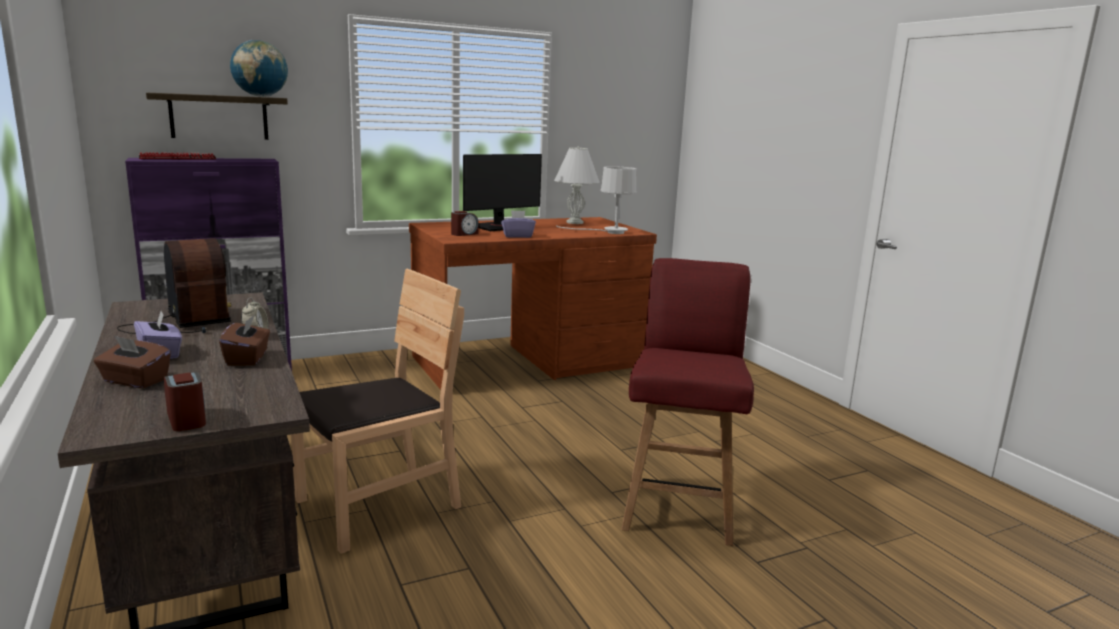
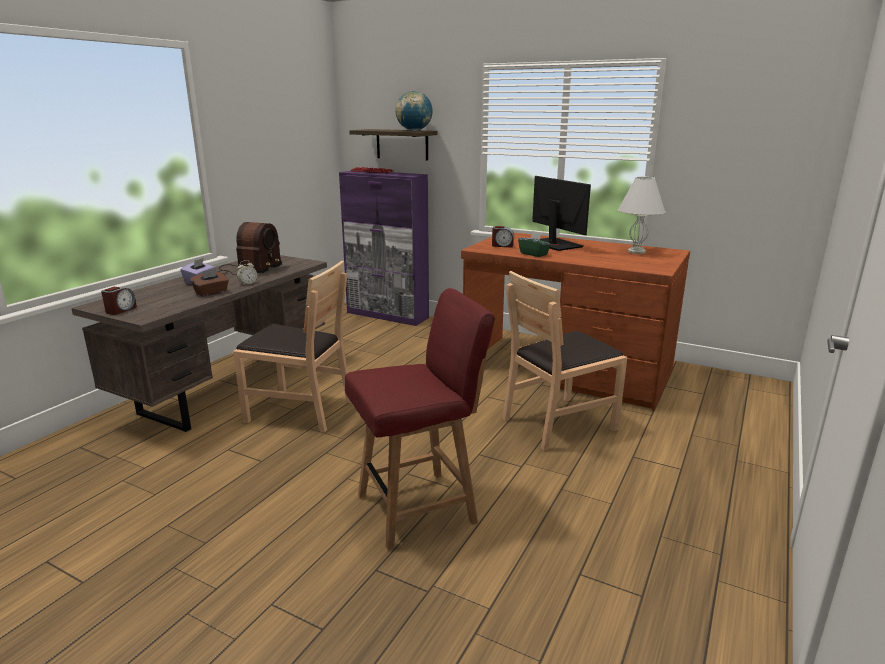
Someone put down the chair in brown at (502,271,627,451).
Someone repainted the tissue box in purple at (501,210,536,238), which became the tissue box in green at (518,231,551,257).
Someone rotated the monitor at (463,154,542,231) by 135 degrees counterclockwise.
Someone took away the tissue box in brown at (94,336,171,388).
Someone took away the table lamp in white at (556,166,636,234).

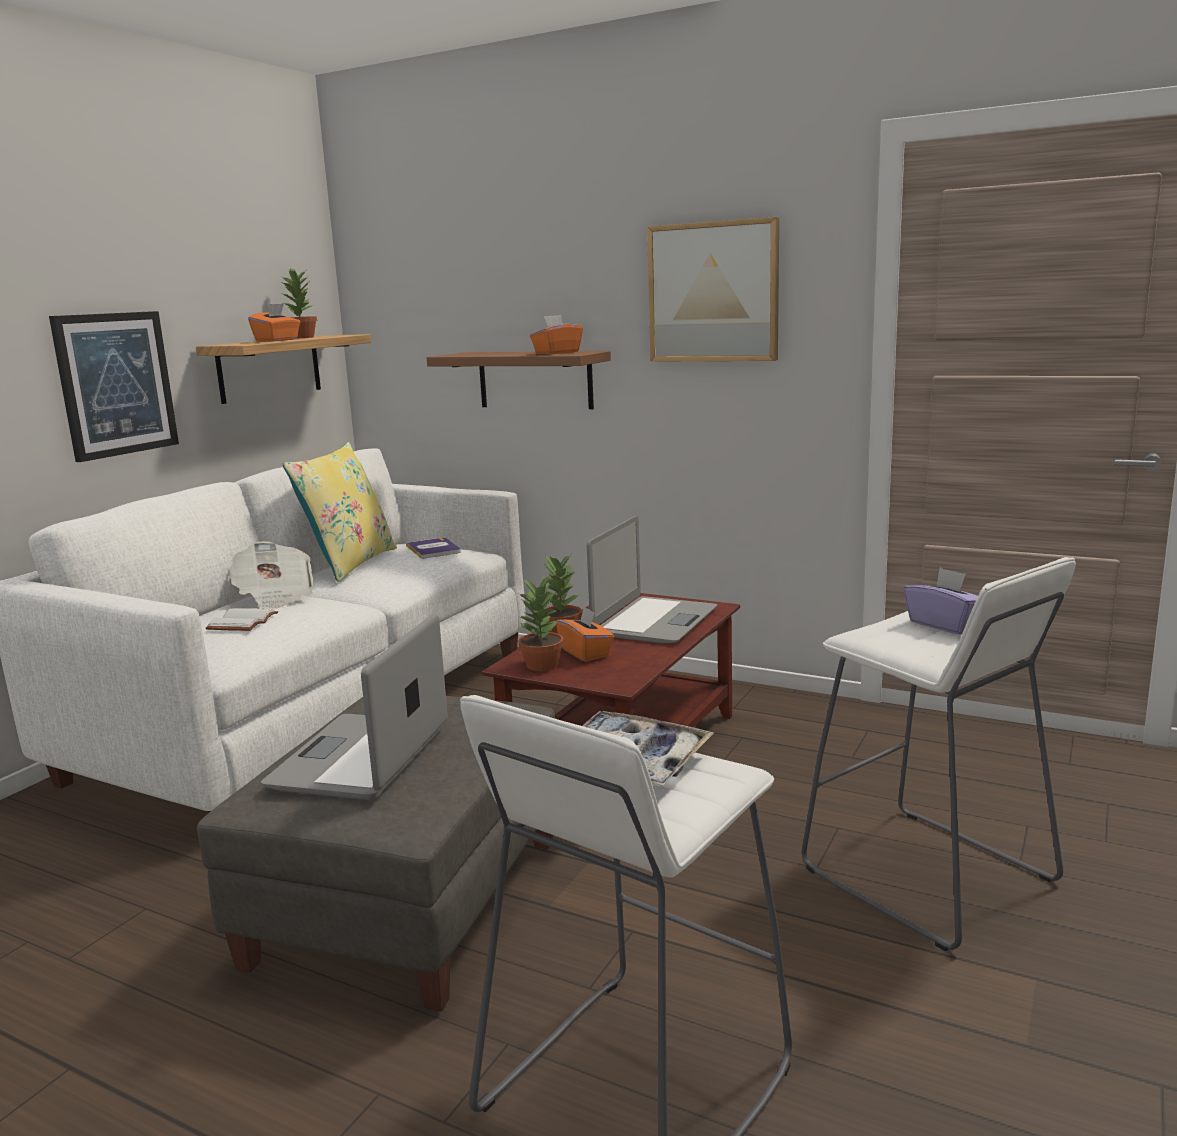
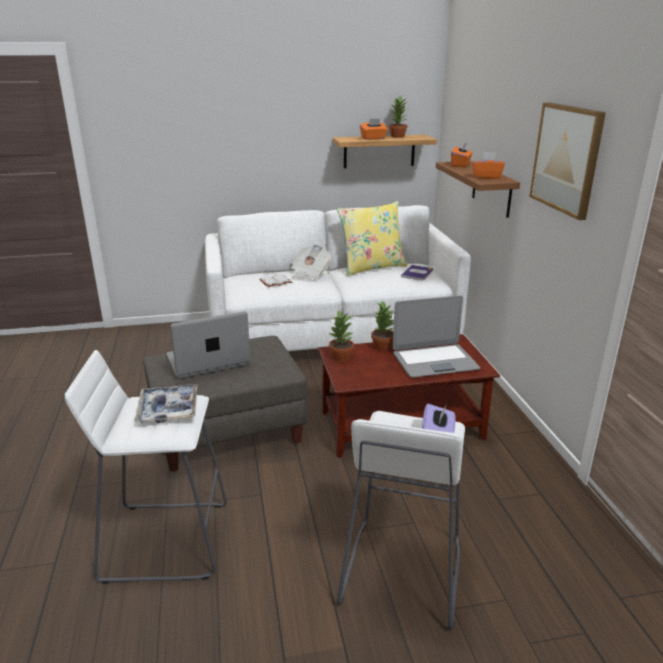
Someone carried the tissue box in orange from (556,606,614,662) to (451,143,473,167).
Someone took away the picture at (49,311,179,462).

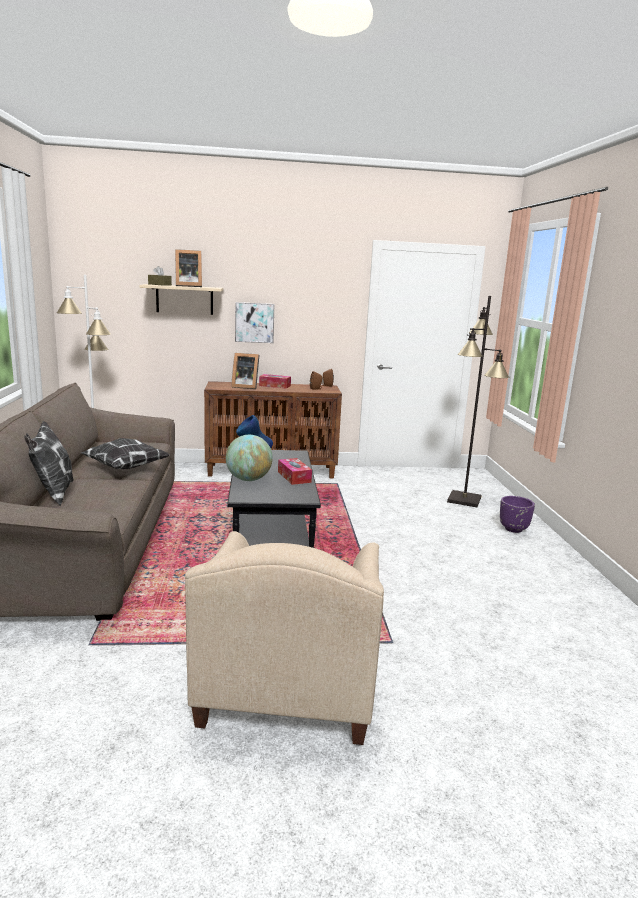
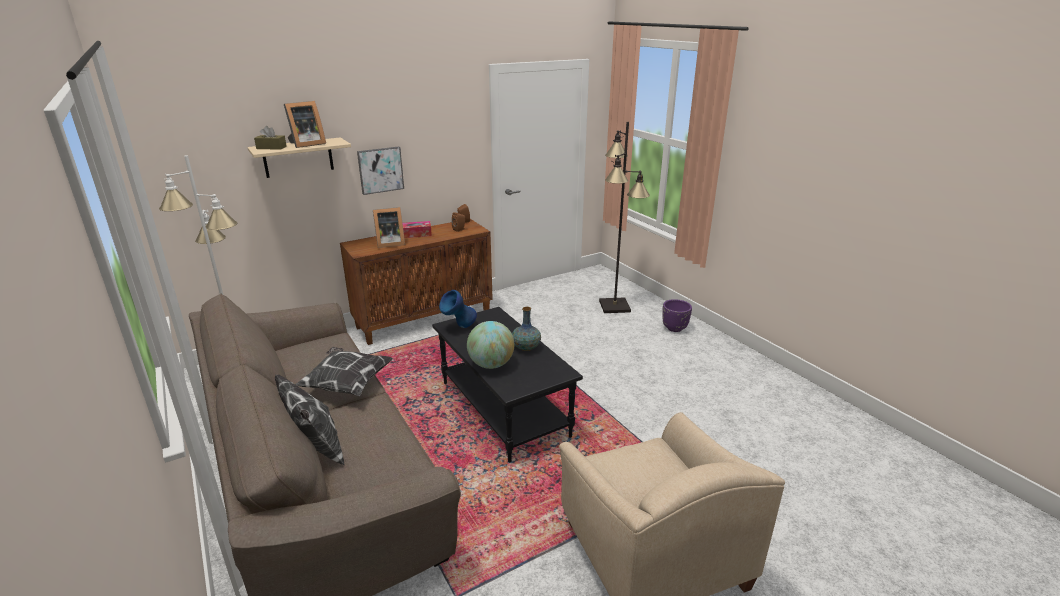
Someone swapped the tissue box at (278,458,312,485) for the vase at (512,307,541,351).

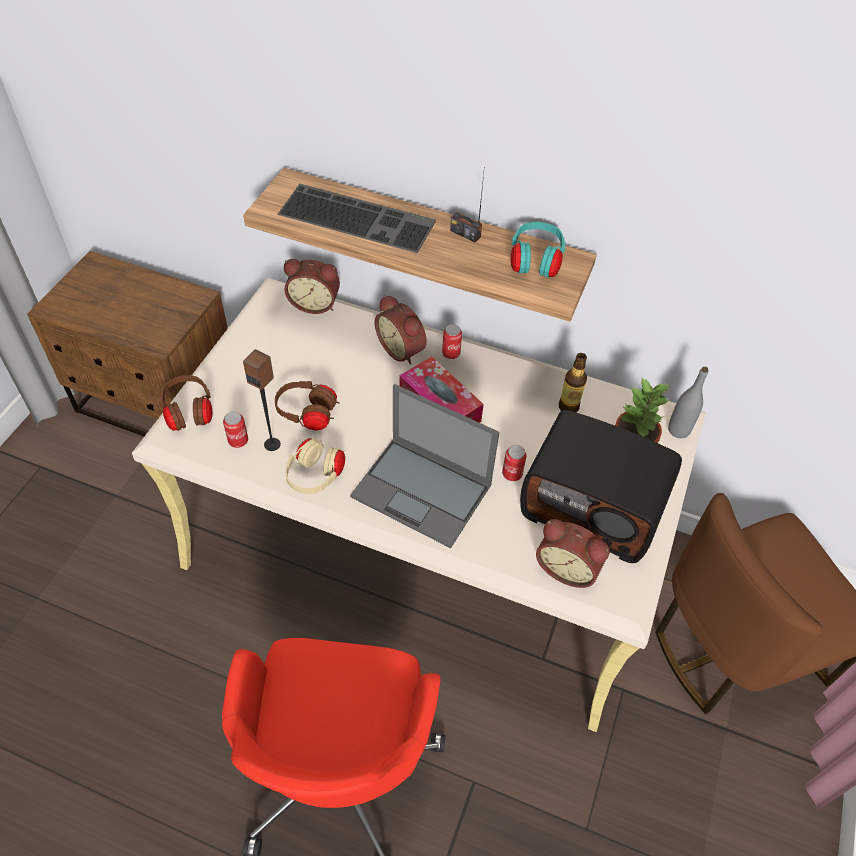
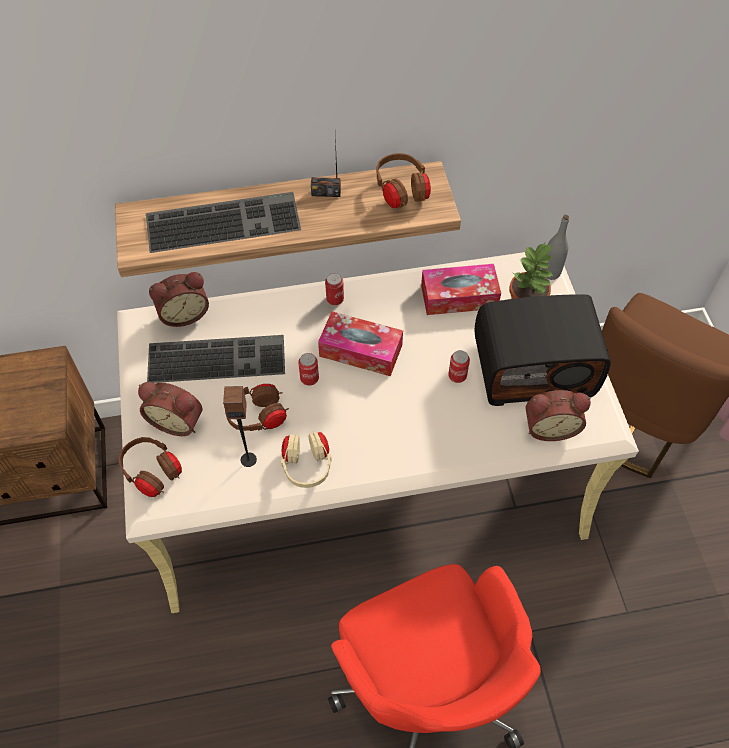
Someone carried the alarm clock from (374,295,427,365) to (138,382,203,436).
Someone put down the keyboard at (147,335,285,383).
Someone carried the can from (223,411,248,448) to (298,353,319,385).
Someone repainted the headphones in turquoise at (511,222,566,278), which became the headphones in brown at (376,153,431,208).
Someone swapped the bottle at (559,353,587,412) for the tissue box at (421,264,501,315).
Someone took away the laptop at (350,384,499,548).

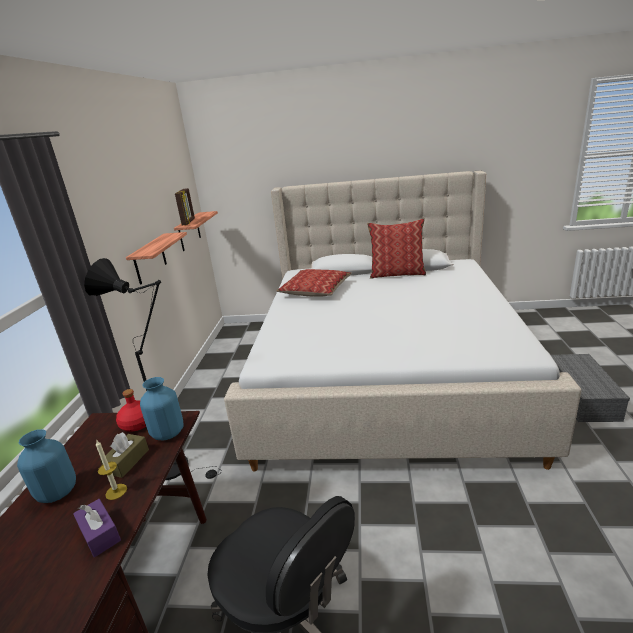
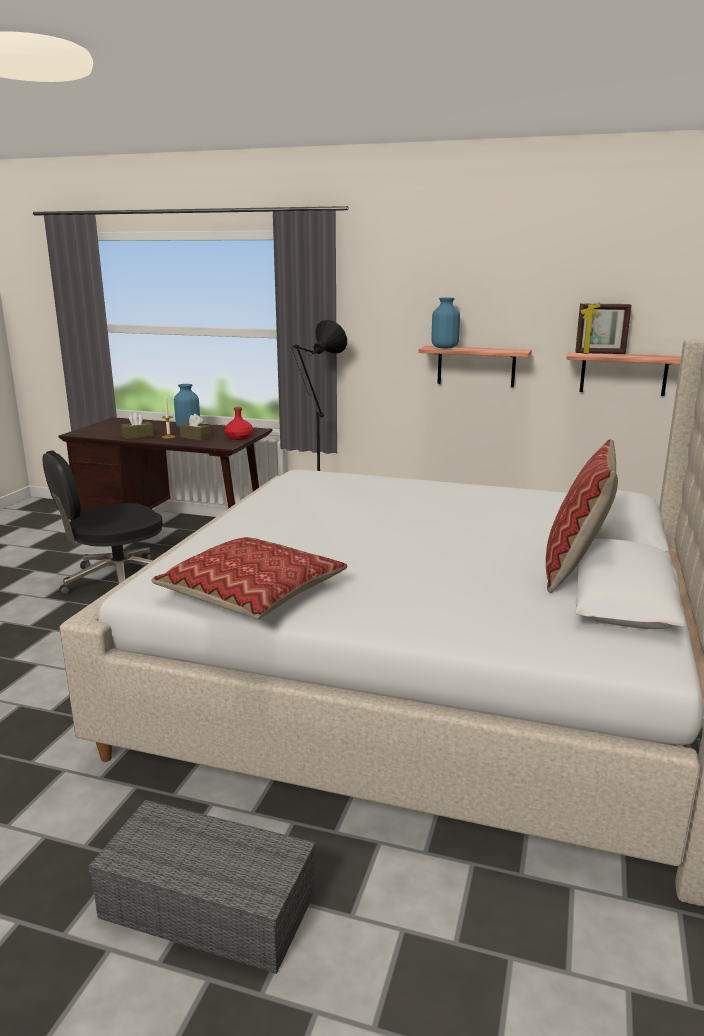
Someone repainted the tissue box in purple at (73,499,121,557), which became the tissue box in brown at (121,412,154,439).
Someone carried the pillow from (276,269,352,297) to (151,537,347,620).
Someone carried the vase in blue from (140,377,184,440) to (431,298,460,348).

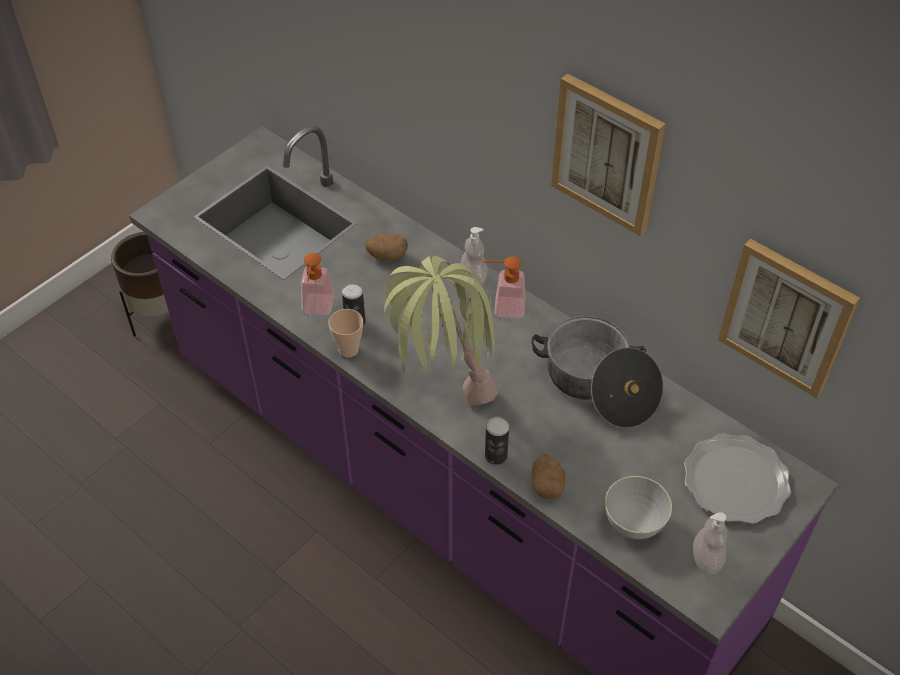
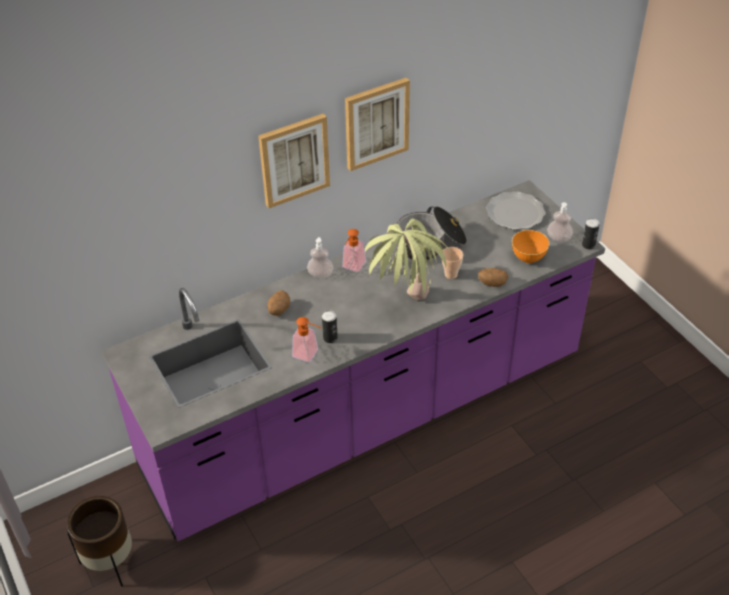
Someone carried the picture from (718,239,860,398) to (258,113,330,208).
Someone carried the cup from (328,309,363,358) to (442,247,464,279).
Someone repainted the bowl in grey at (605,476,672,539), which became the bowl in orange at (512,230,550,263).
Someone carried the can from (485,417,509,465) to (582,218,600,250).

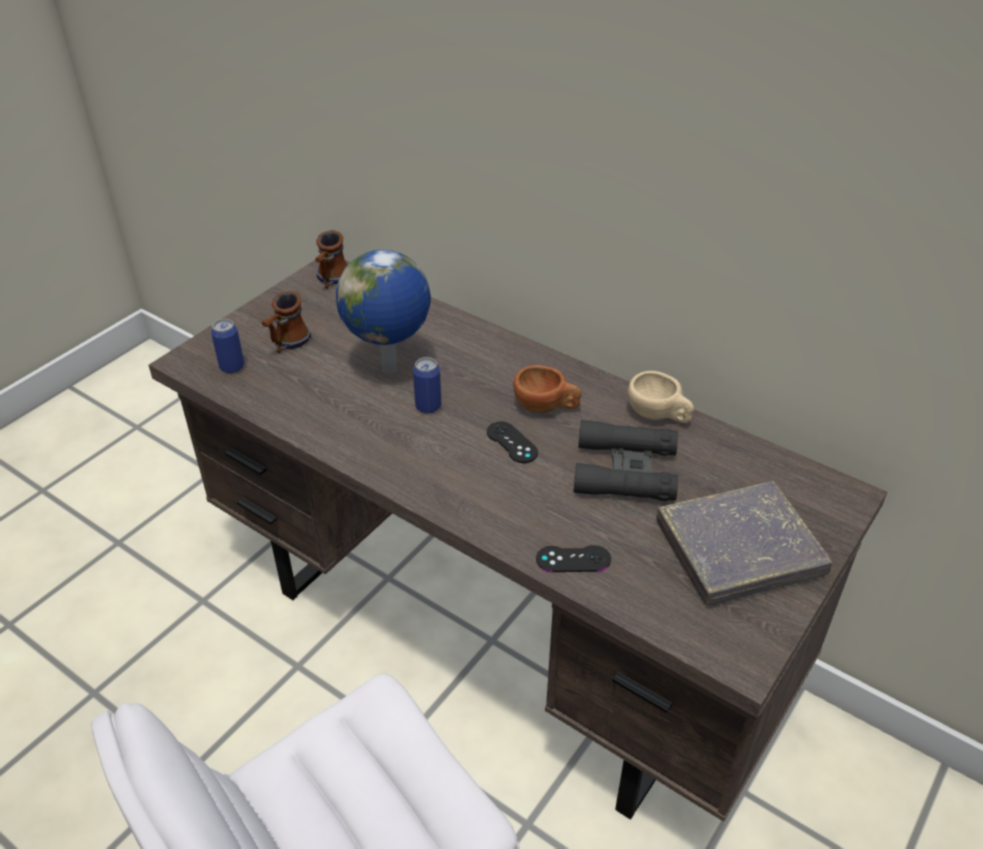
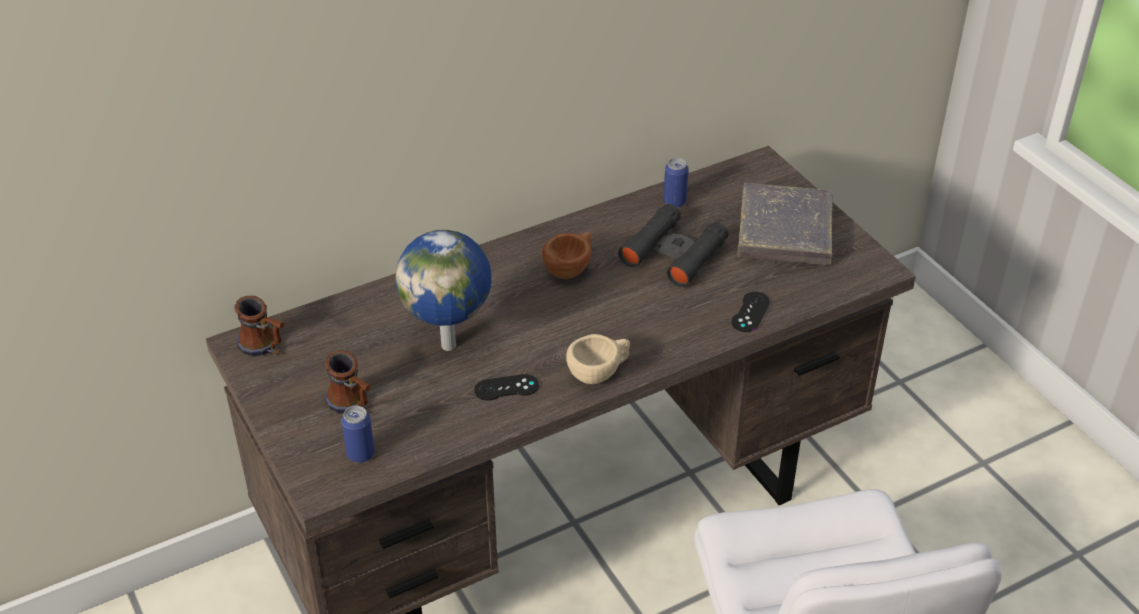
Someone carried the game controller in black from (487,422,538,463) to (474,374,539,401).
Someone carried the cup in beige from (628,371,694,423) to (566,334,630,384).
Someone carried the can from (413,357,441,414) to (663,158,689,208).

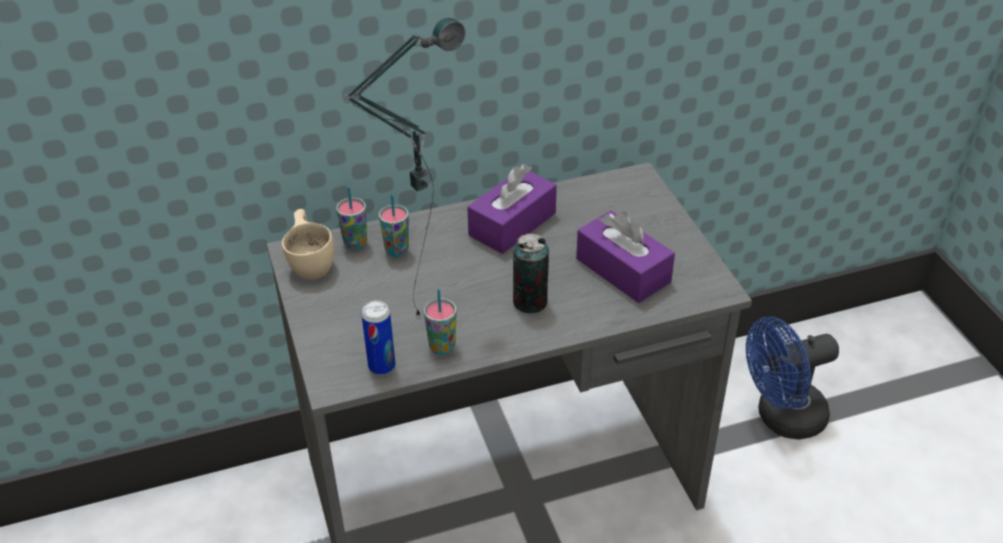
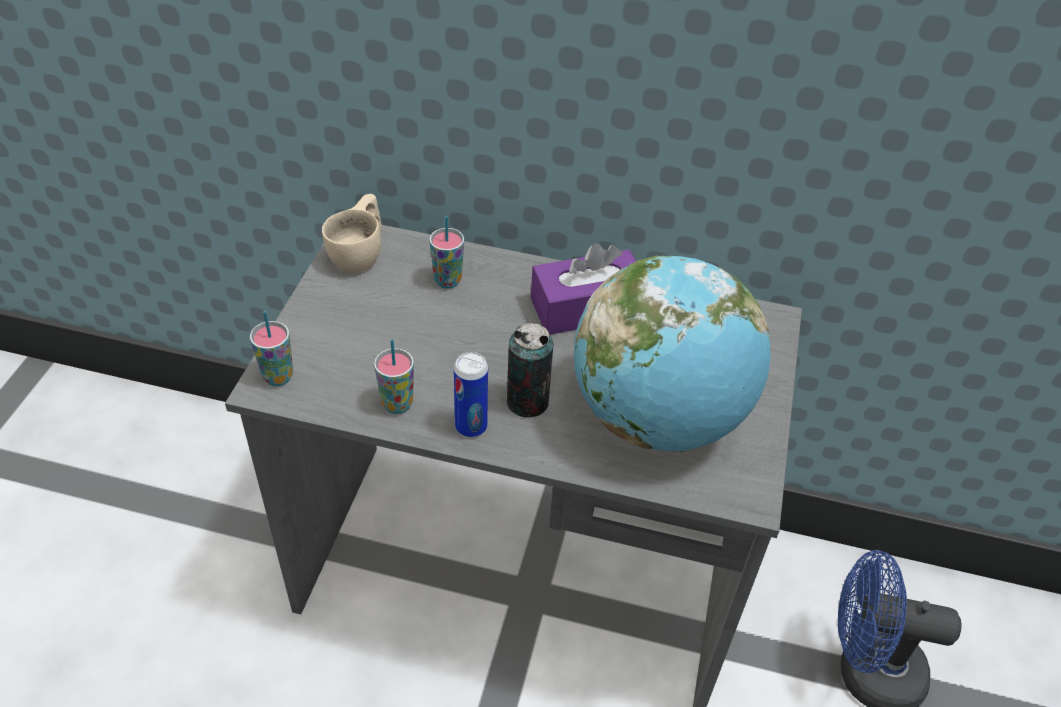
Someone carried the cup from (336,187,367,250) to (250,311,293,386).
Someone carried the can from (361,300,396,375) to (454,352,488,437).
Someone swapped the tissue box in purple at (576,211,675,303) for the globe at (574,255,771,452).
Someone took away the table lamp at (345,18,465,316).

